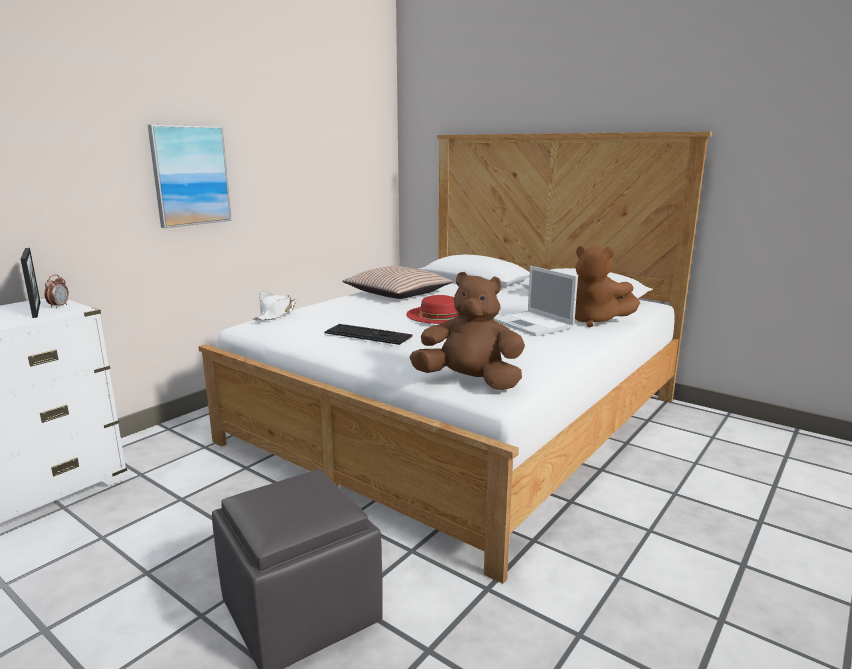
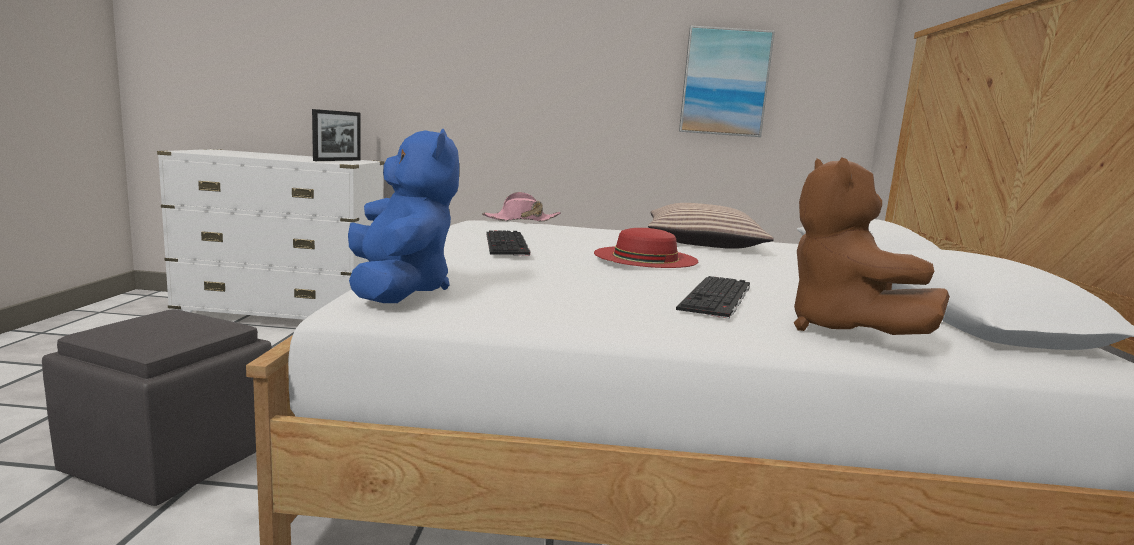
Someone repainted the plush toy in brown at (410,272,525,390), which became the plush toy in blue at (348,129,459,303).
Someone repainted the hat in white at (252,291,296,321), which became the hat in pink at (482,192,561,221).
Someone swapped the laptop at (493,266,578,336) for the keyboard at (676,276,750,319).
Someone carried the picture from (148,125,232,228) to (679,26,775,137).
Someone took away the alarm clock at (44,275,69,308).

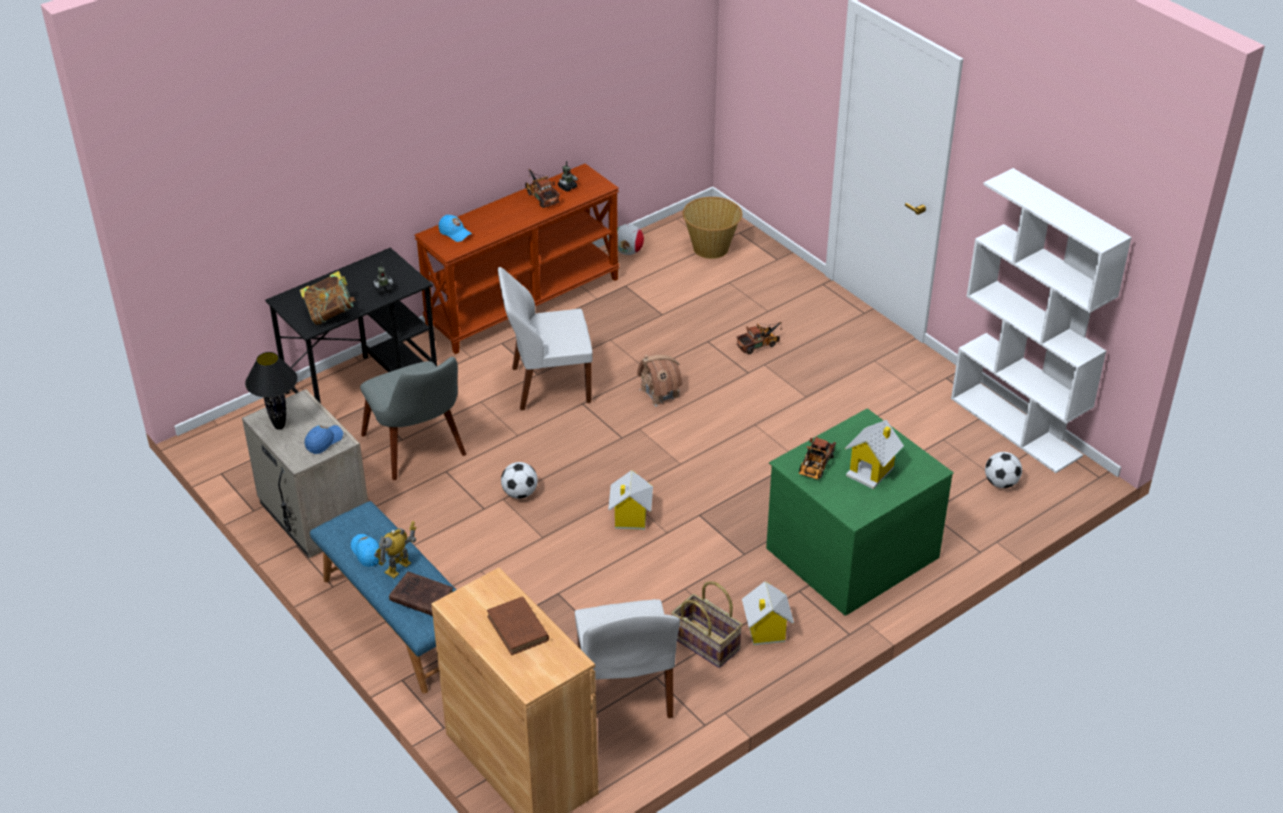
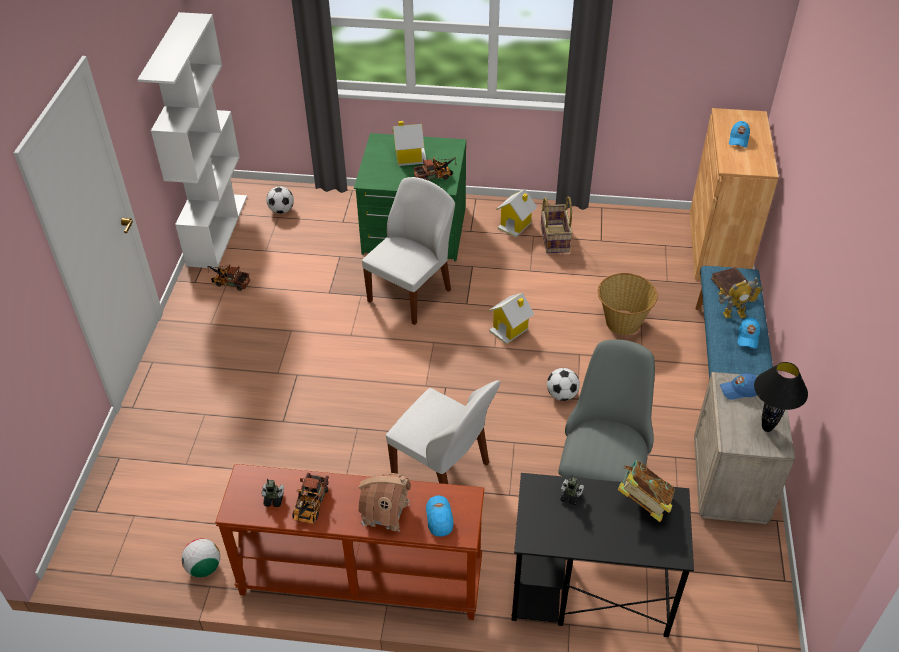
Someone carried the toy truck from (736,322,782,354) to (207,264,250,291).
Someone carried the toy house from (637,355,683,407) to (359,473,411,532).
Someone carried the chair in white from (575,599,680,718) to (362,177,455,325).
Someone carried the basket from (683,197,742,259) to (598,273,658,335).
Someone swapped the book in brown at (487,596,549,655) for the cap in blue at (729,121,750,148).

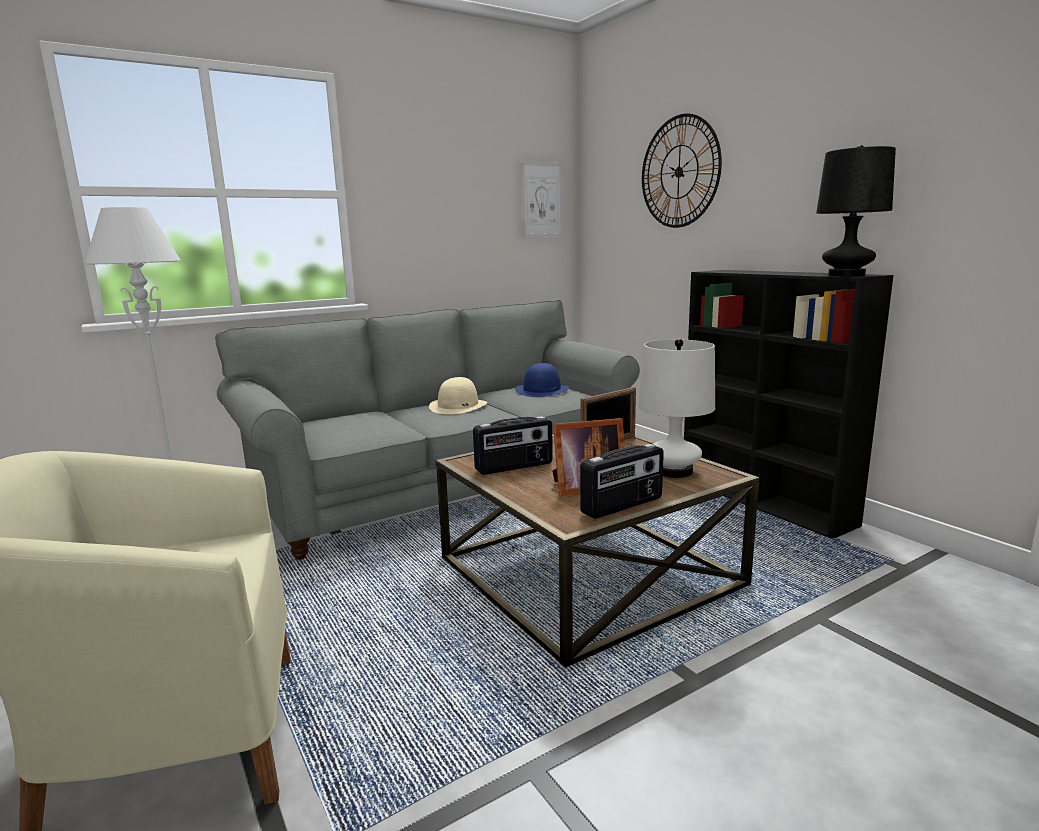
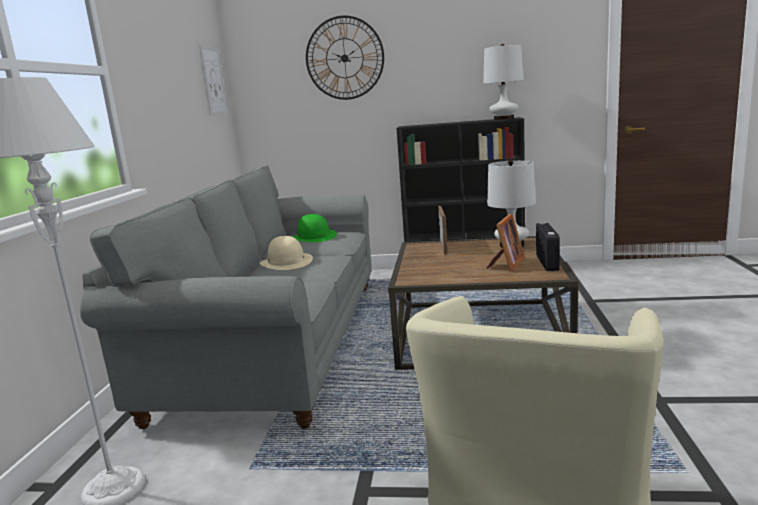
Someone repainted the hat in blue at (515,363,569,397), which became the hat in green at (292,214,337,242).
Someone repainted the table lamp in black at (816,145,896,276), which became the table lamp in white at (483,44,524,120).
Someone took away the radio at (473,416,553,475).

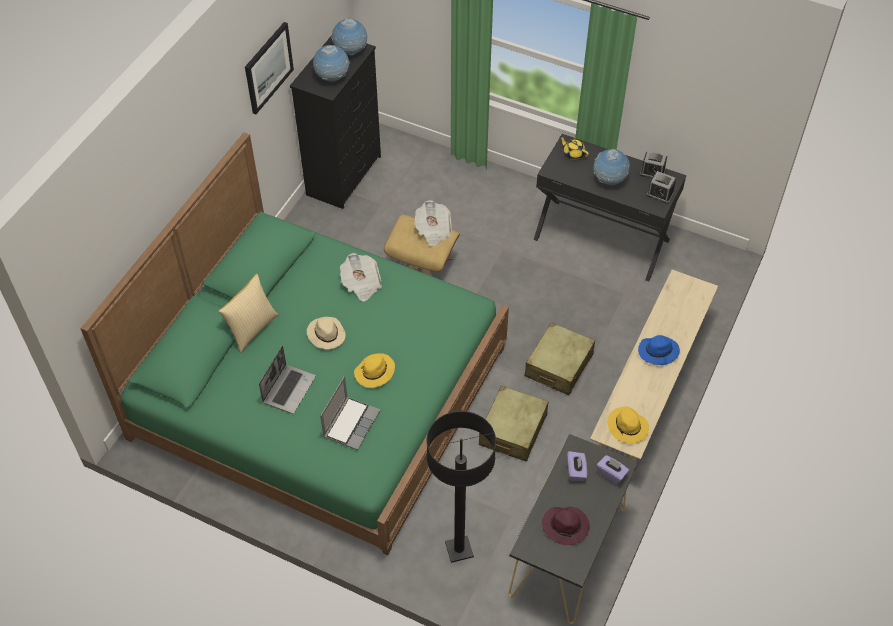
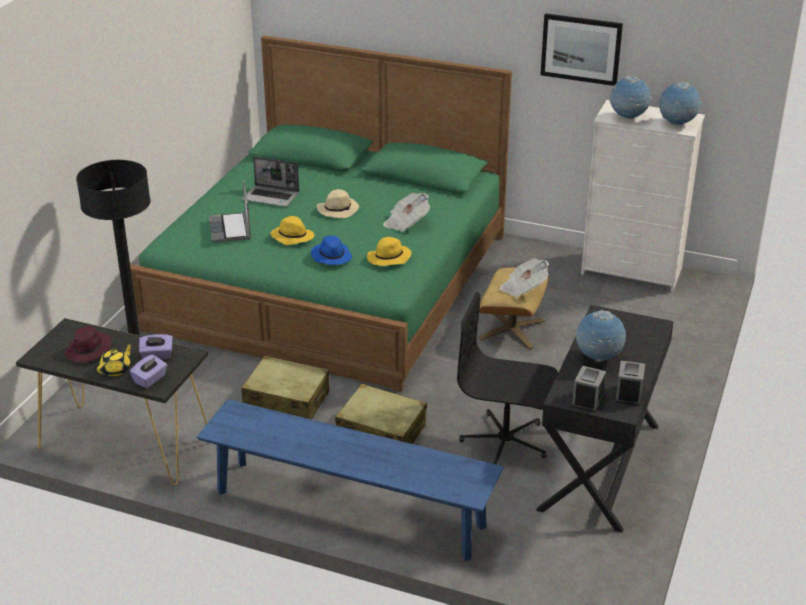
Someone carried the teapot in yellow from (560,136,589,160) to (97,343,132,376).
Someone repainted the bench in beige at (590,269,718,478), which became the bench in blue at (197,399,504,561).
Someone rotated the laptop at (320,376,380,450) by 60 degrees clockwise.
Someone carried the hat in blue from (638,335,680,365) to (311,235,352,265).
Someone carried the hat in yellow from (608,406,649,444) to (367,237,411,266).
Someone put down the office chair in black at (457,292,558,465).
Someone repainted the dresser in black at (290,35,381,209), which became the dresser in white at (581,100,705,292).
Someone took away the pillow at (219,274,279,353).

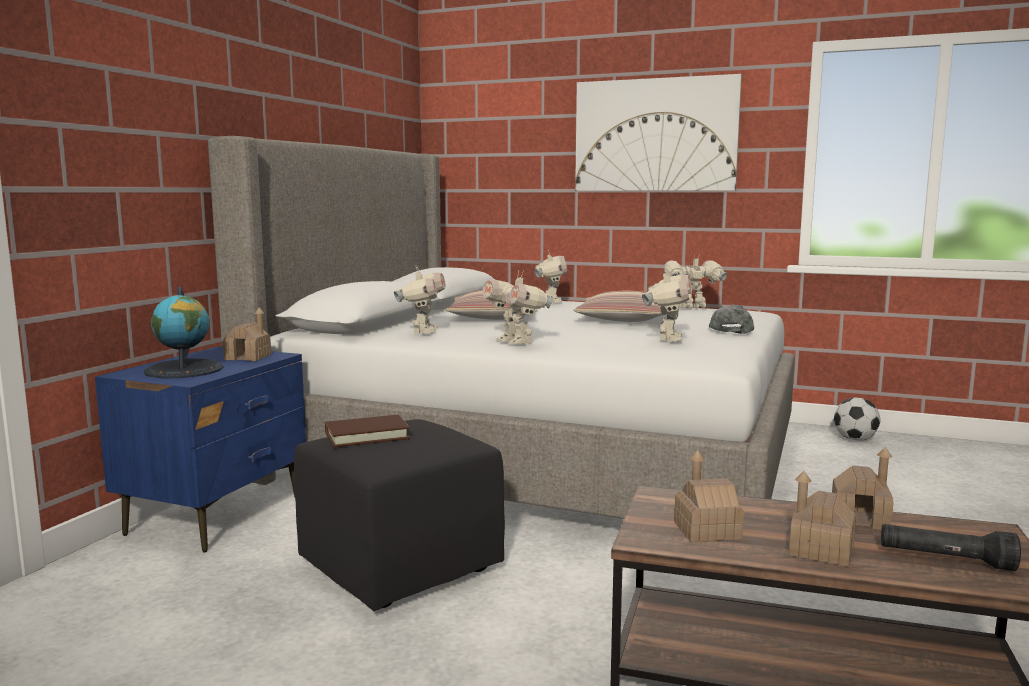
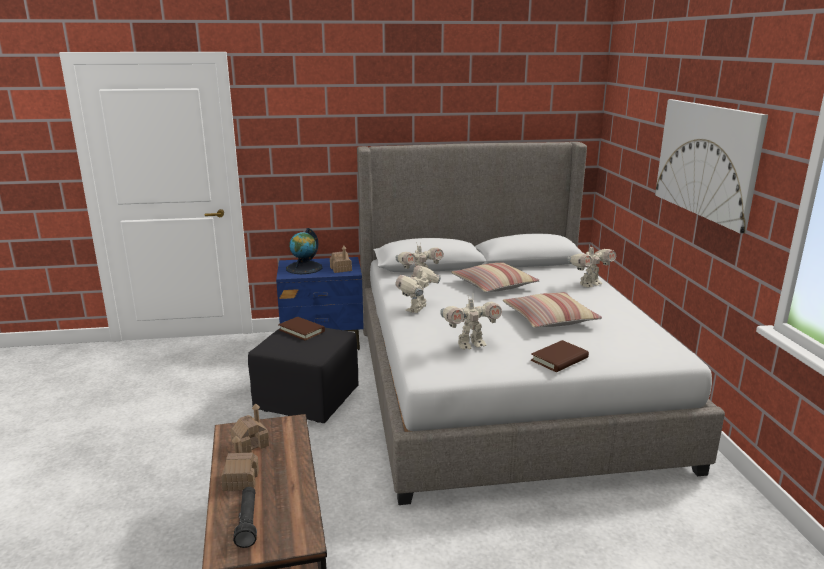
Someone swapped the cap in grey at (709,304,754,334) for the book in brown at (531,340,589,372).
Someone took away the toy robot at (663,253,727,309).
Someone took away the toy house at (831,447,893,530).
Someone took away the football at (834,398,881,440).

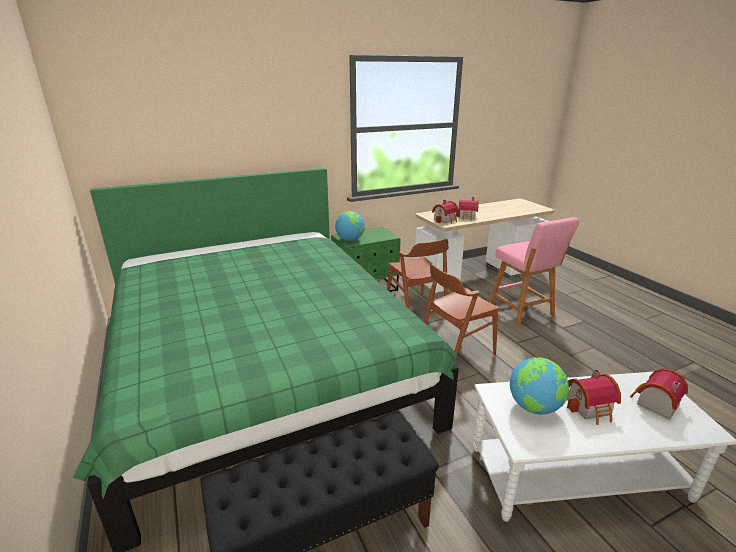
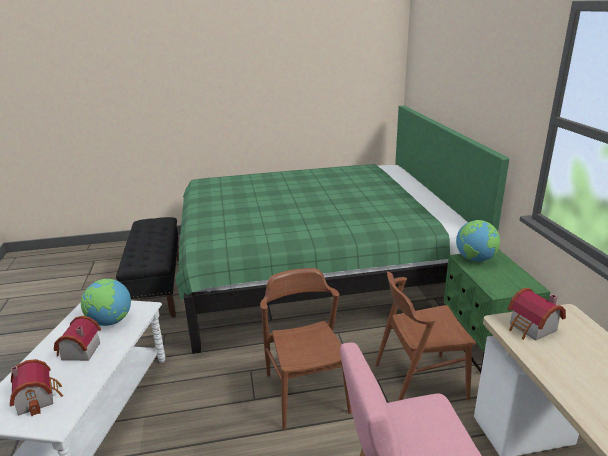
Someone took away the toy house at (456,197,479,221).

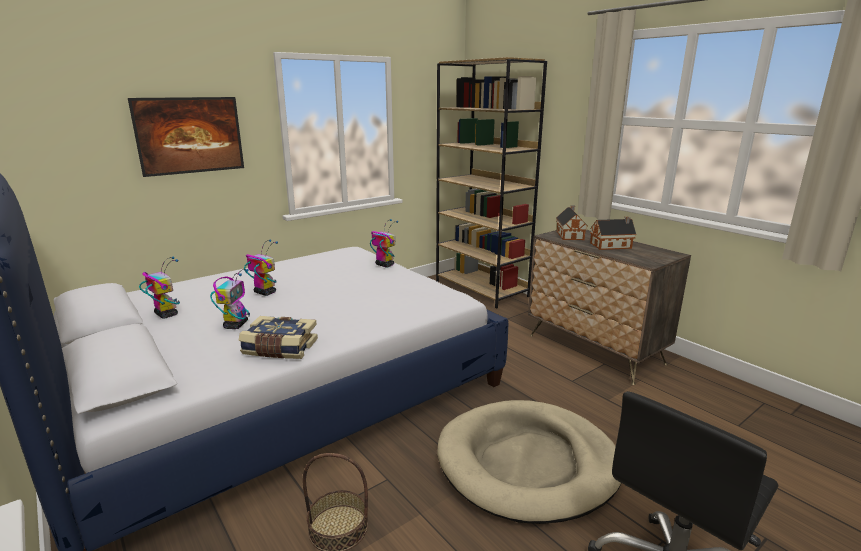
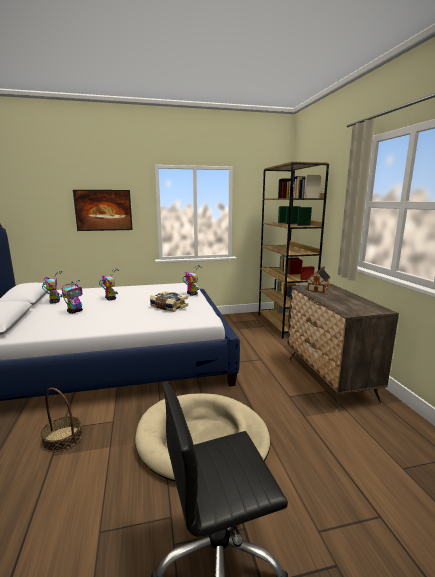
Someone carried the book from (239,316,318,359) to (150,291,188,312).
Someone took away the toy house at (590,217,637,250).

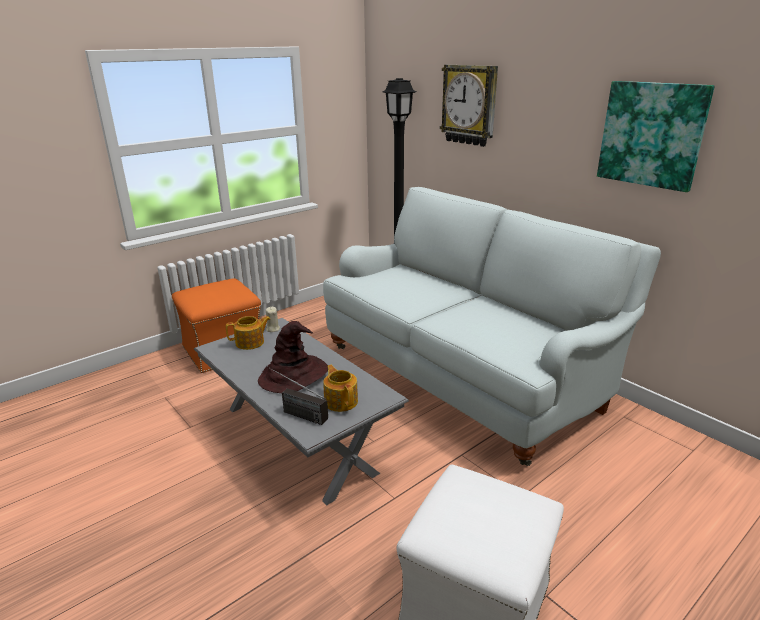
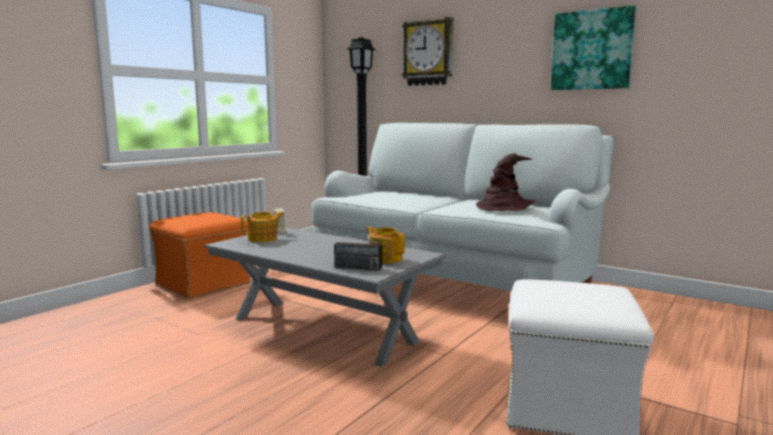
Someone carried the hat in brown from (258,321,328,393) to (476,153,536,211).

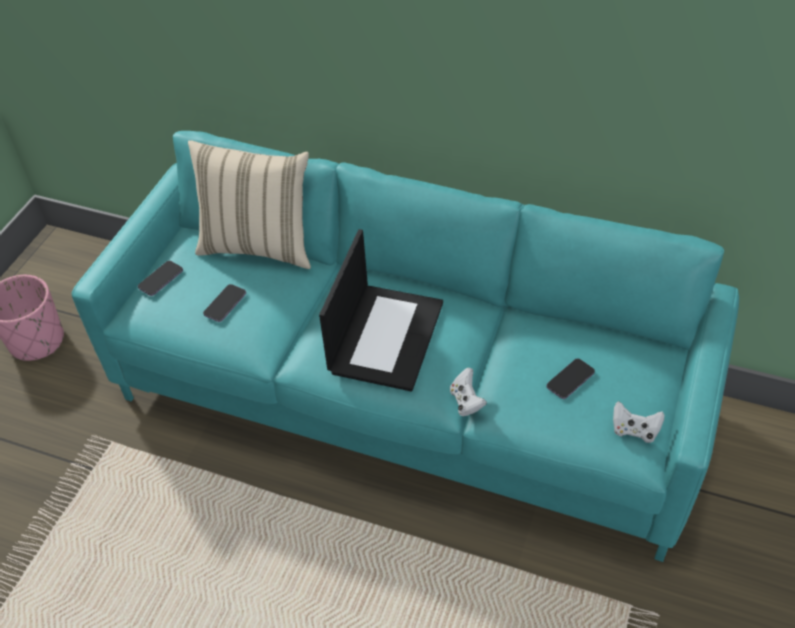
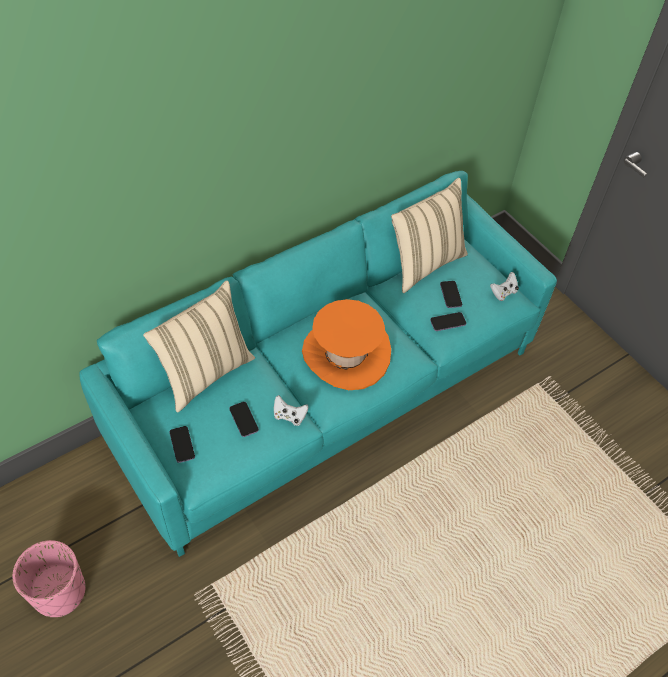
Someone carried the game controller in white from (450,368,487,416) to (274,395,309,426).
Someone swapped the laptop at (319,229,443,392) for the hat in orange at (302,299,391,390).
Someone put down the pillow in beige at (391,178,468,293).
Someone put down the phone at (430,312,466,331).

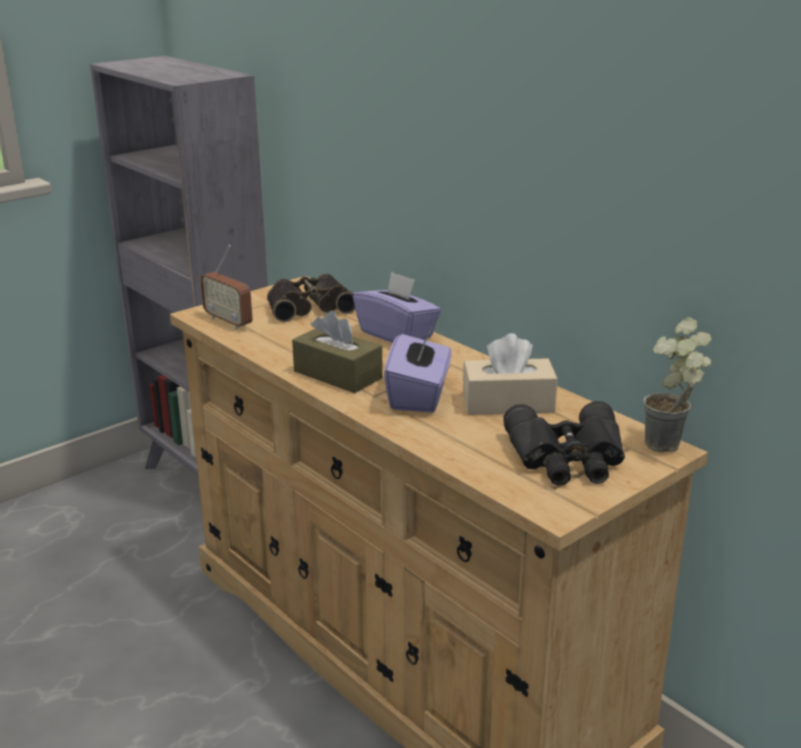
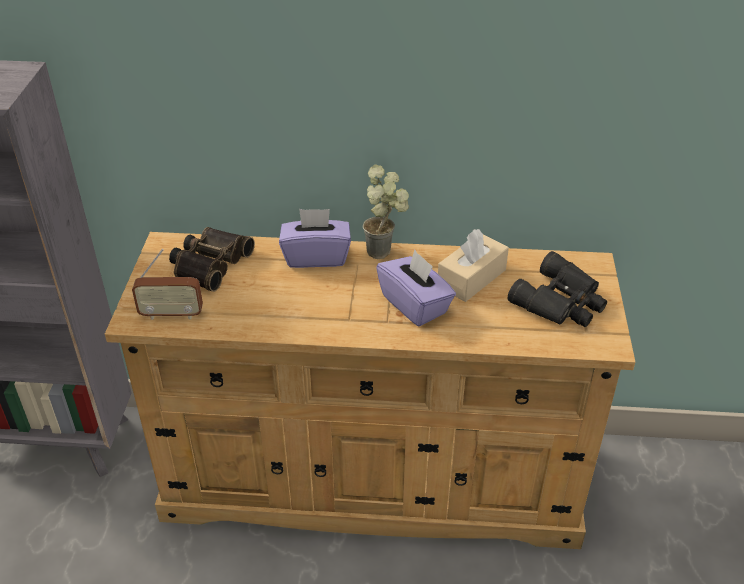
Someone carried the potted plant from (643,317,711,452) to (363,164,409,259).
Someone took away the tissue box in brown at (292,310,383,393).

